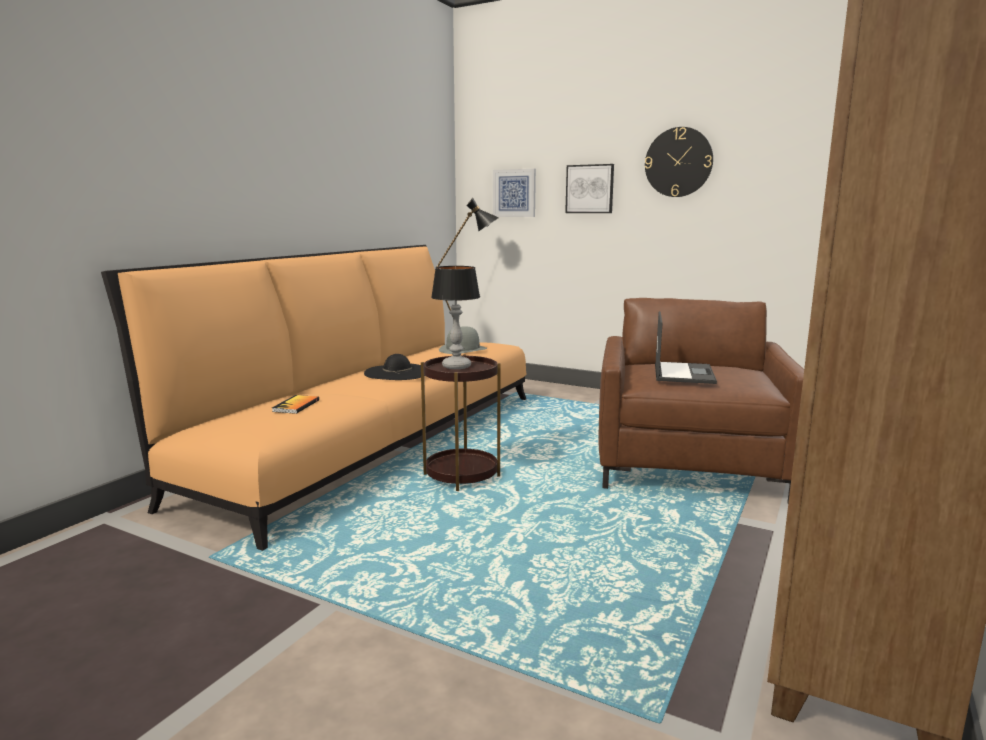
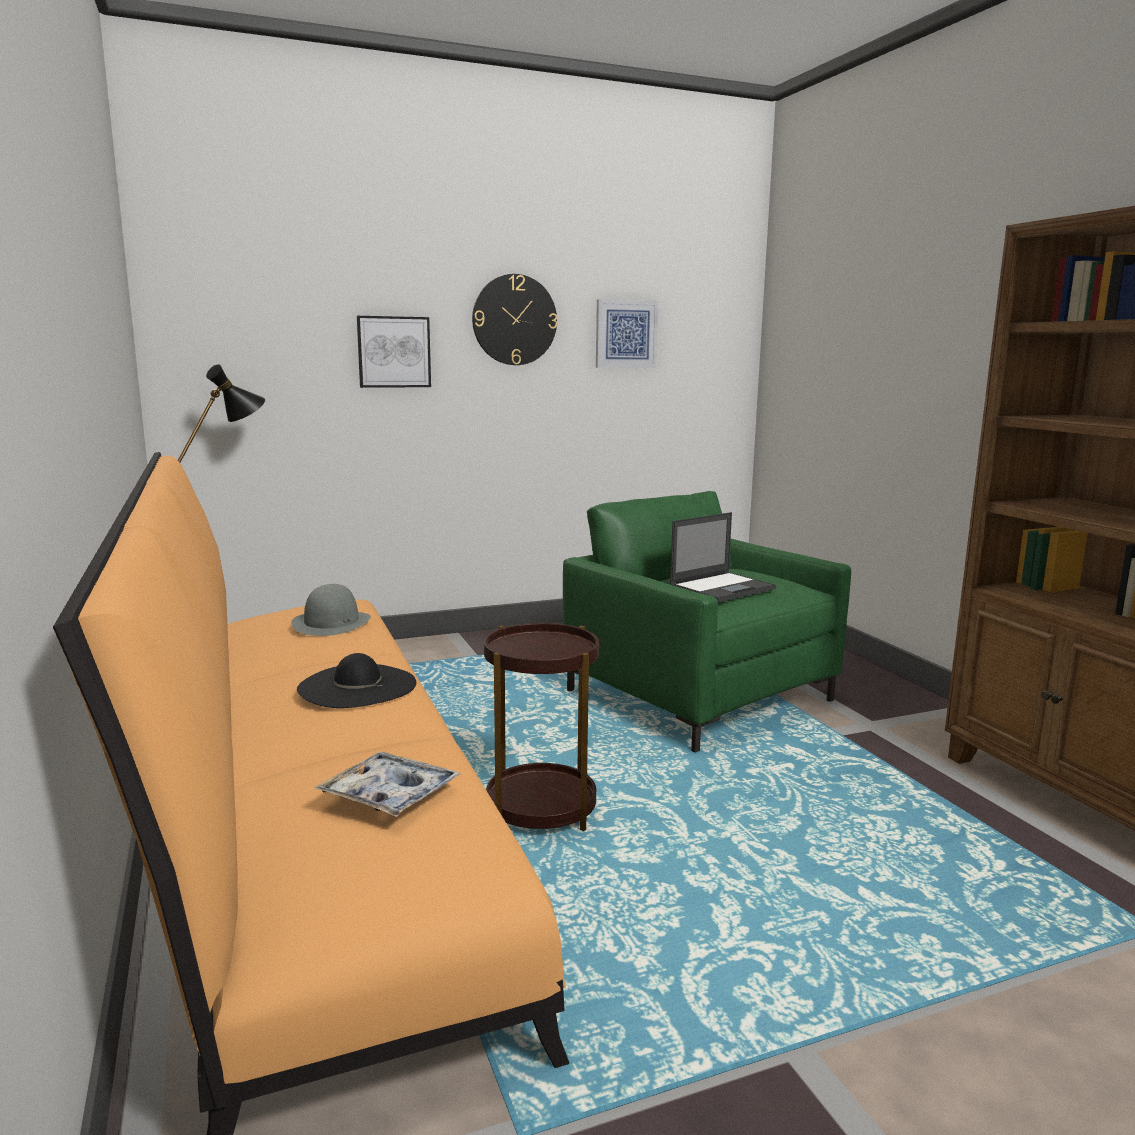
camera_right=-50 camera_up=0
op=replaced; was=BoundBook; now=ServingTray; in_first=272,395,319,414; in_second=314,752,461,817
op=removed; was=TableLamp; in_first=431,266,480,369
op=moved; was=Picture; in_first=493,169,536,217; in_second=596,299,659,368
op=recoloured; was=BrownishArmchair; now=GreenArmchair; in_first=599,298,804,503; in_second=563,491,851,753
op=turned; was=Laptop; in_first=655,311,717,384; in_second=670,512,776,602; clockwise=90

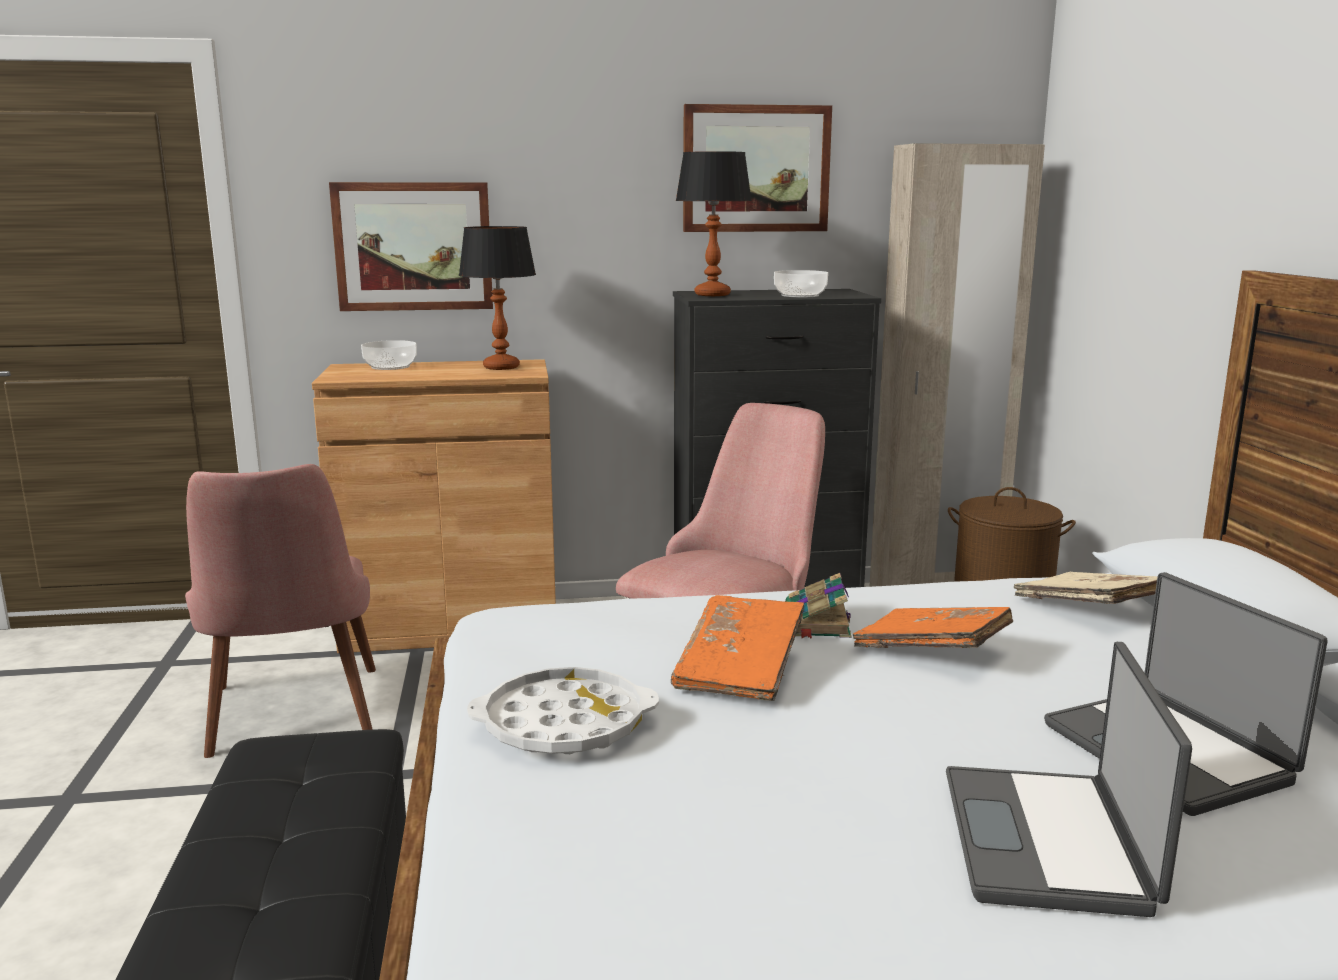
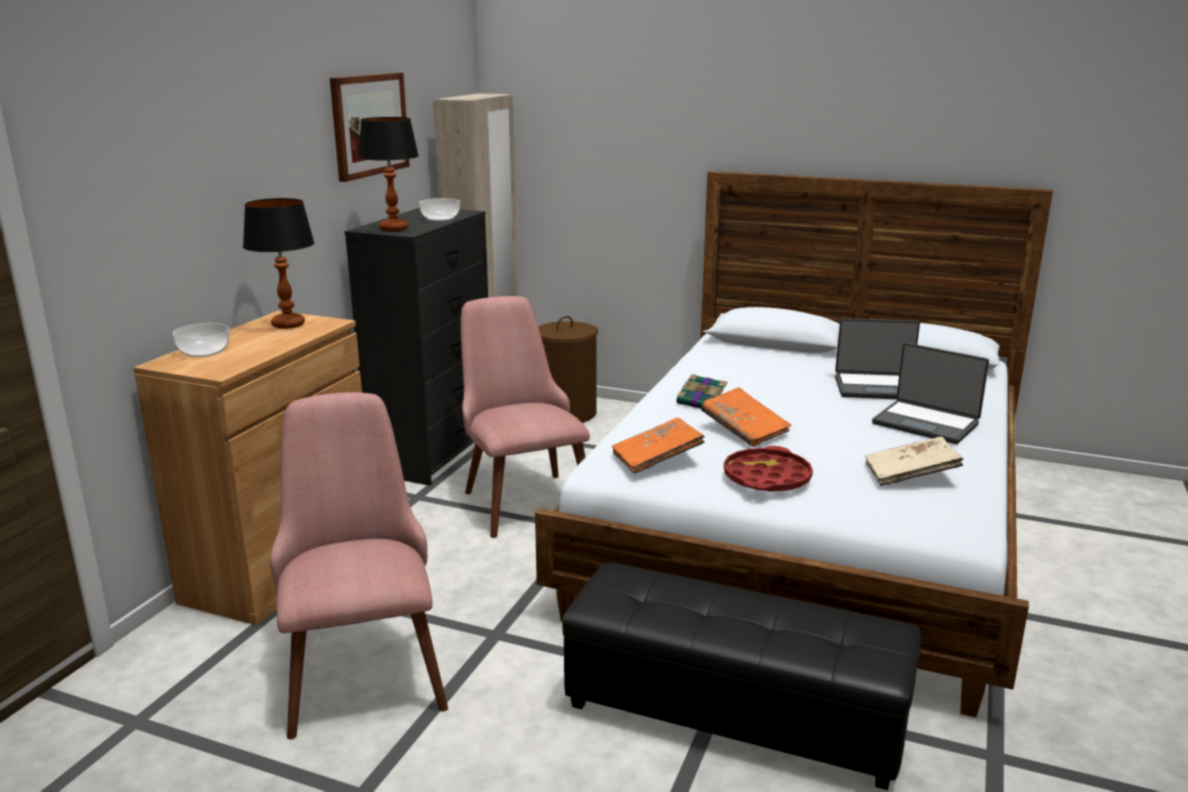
camera_right=-60 camera_up=5
op=turned; was=PinkishPlainChair; in_first=185,464,376,758; in_second=270,392,448,739; clockwise=-120
op=removed; was=Picture; in_first=329,182,493,311
op=recoloured; was=WhiteServingTray; now=RedColouredServingTray; in_first=467,667,659,754; in_second=724,446,813,491
op=moved; was=OrangeyBoundBook; in_first=853,607,1013,648; in_second=612,418,705,474
op=moved; was=BeigeBoundBook; in_first=1014,572,1158,604; in_second=865,437,964,486

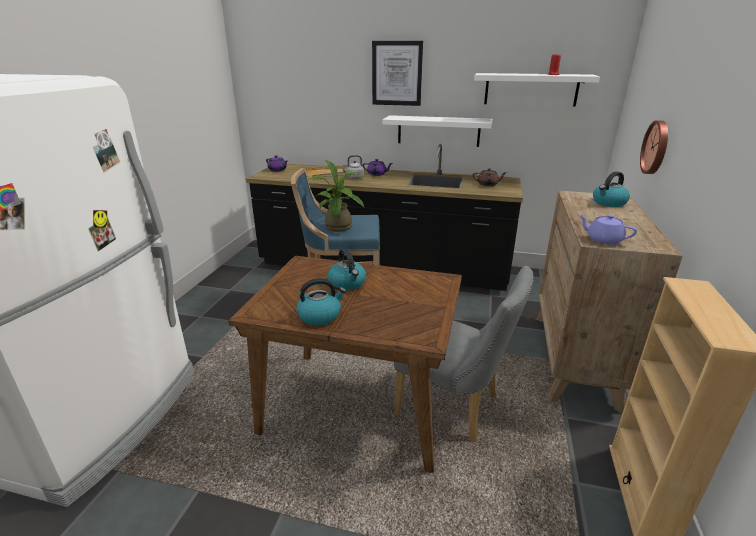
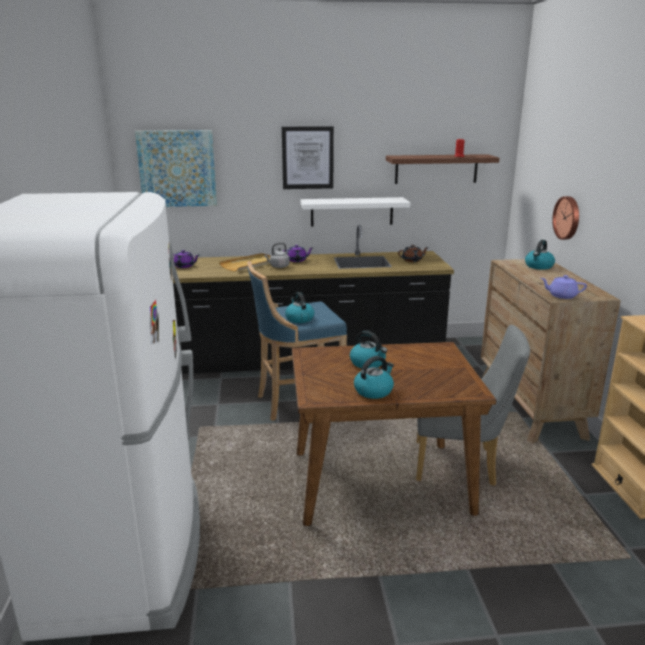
camera_right=-20 camera_up=-5
op=replaced; was=PlantInAPot; now=WaterKettle; in_first=306,160,364,232; in_second=285,292,314,323
op=recoloured; was=WhiteWallShelf; now=BrownishWallShelf; in_first=474,73,600,107; in_second=386,154,499,184
op=added; now=Picture; in_second=135,130,217,207

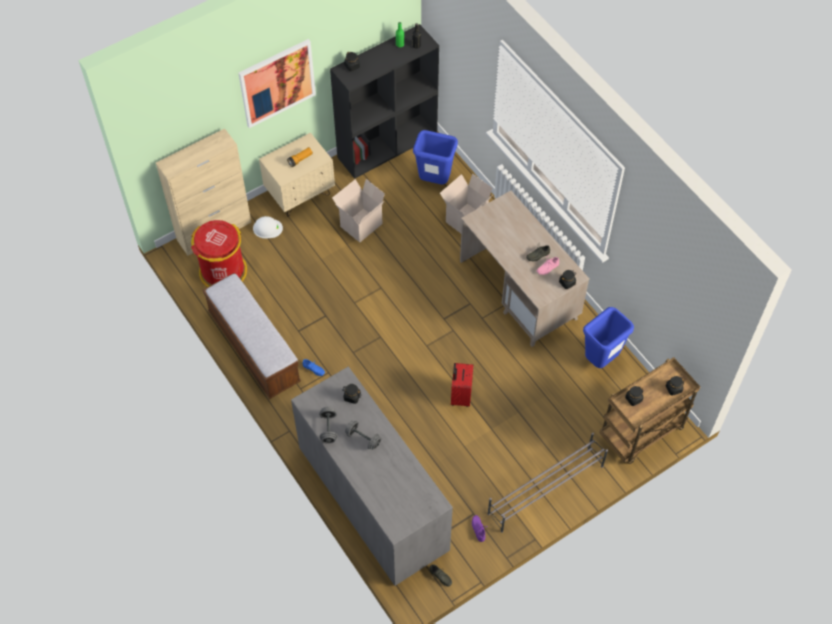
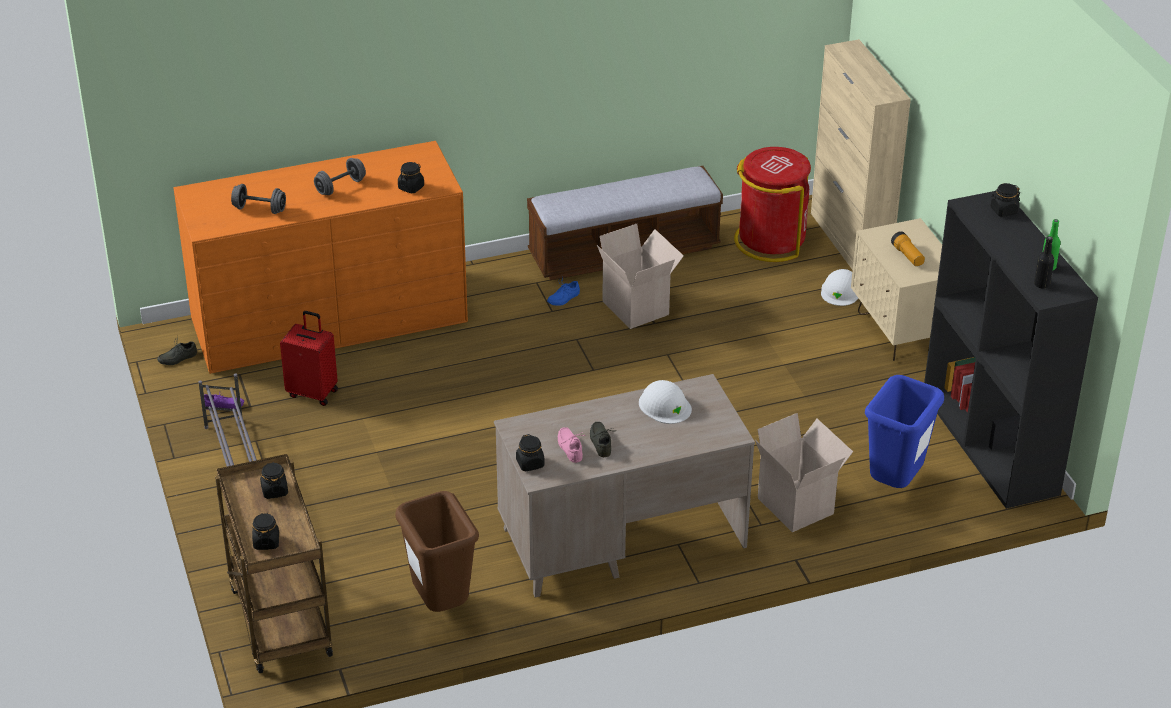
camera_right=105 camera_up=-20
op=removed; was=Picture; in_first=238,39,316,128
op=recoloured; was=GreyishDrawerChest; now=OrangeyDrawerChest; in_first=291,367,453,586; in_second=174,141,468,374
op=moved; was=GreyishFreeWeight; in_first=319,407,337,444; in_second=231,184,286,214
op=moved; was=CardboardBox; in_first=332,179,385,242; in_second=597,224,684,329
op=moved; was=RedColouredSuitcase; in_first=451,363,473,407; in_second=280,311,338,406
op=recoloured; was=BlueWasteBin; now=BrownishWasteBin; in_first=583,307,634,368; in_second=395,491,479,612
op=added; now=WhiteWorkHelmet; in_second=639,380,692,424

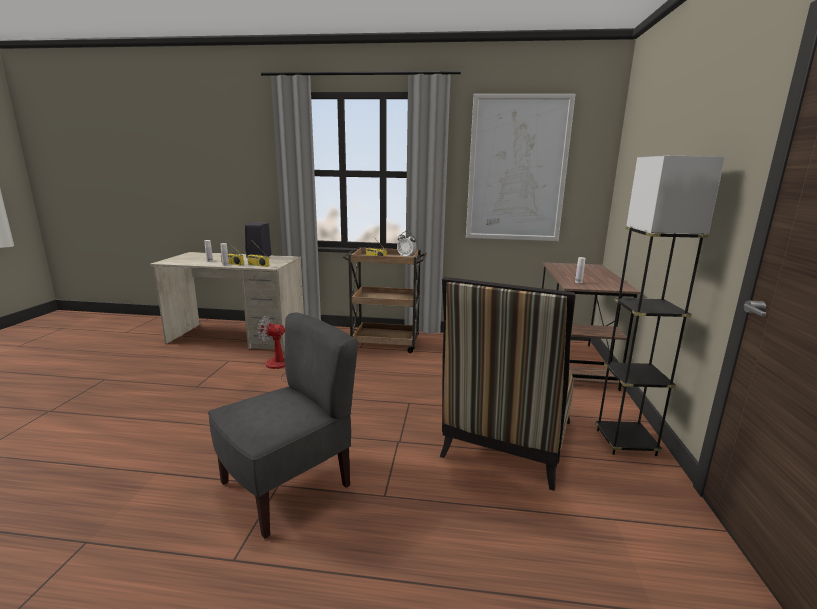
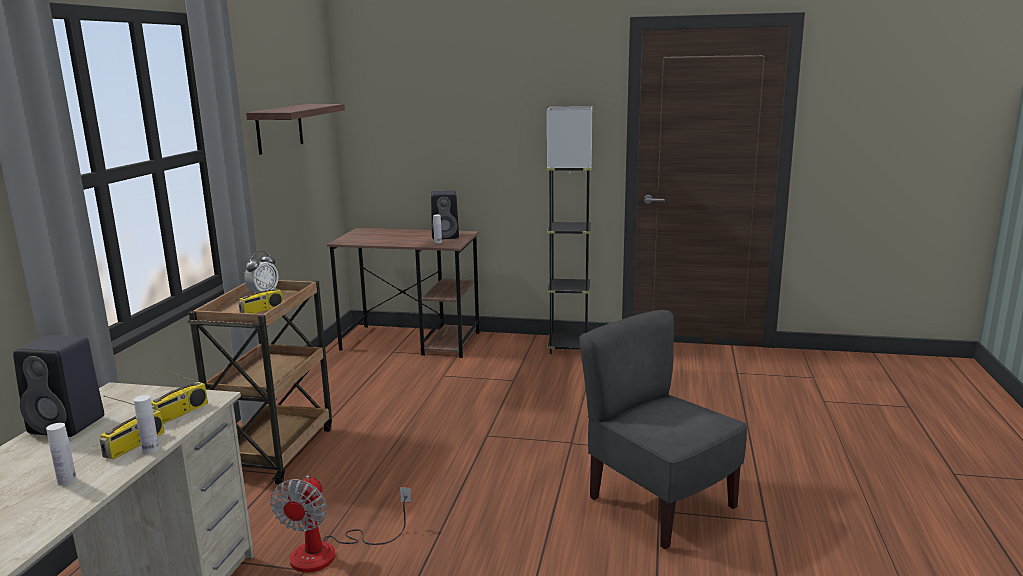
camera_right=-85 camera_up=0
op=removed; was=PlainChair; in_first=440,277,576,491
op=replaced; was=Picture; now=WallShelf; in_first=466,94,575,241; in_second=246,104,345,155
op=added; now=BlackAudioSpeaker; in_second=431,190,459,239

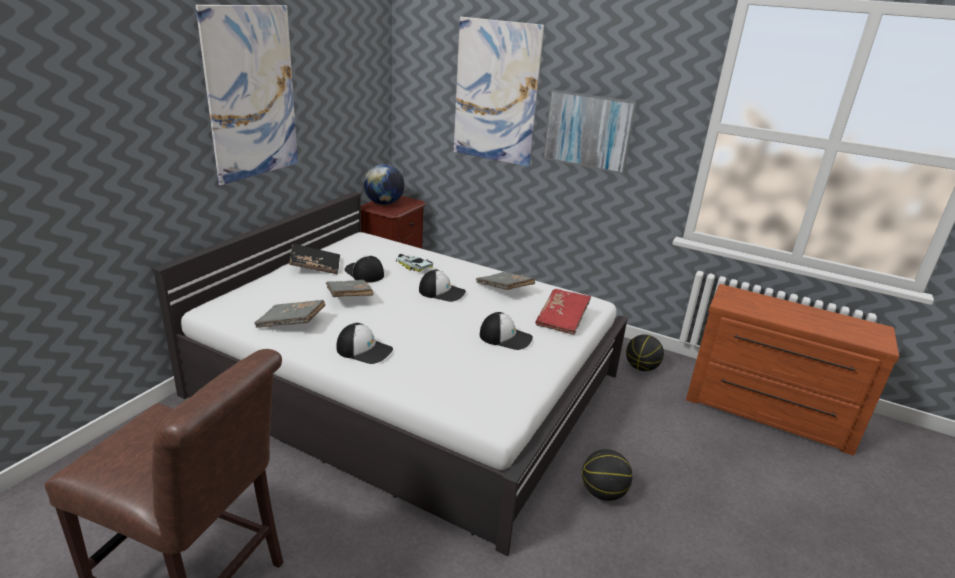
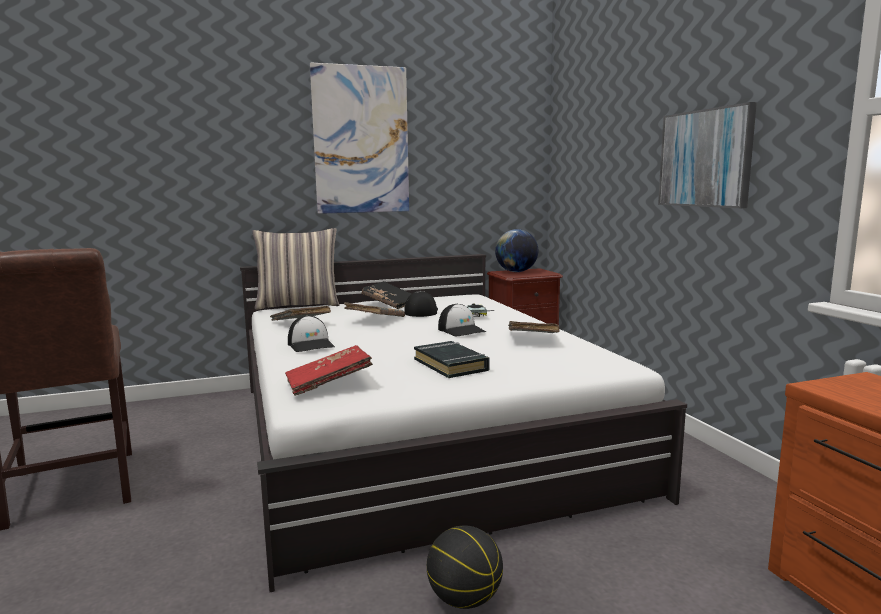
camera_right=45 camera_up=-15
op=removed; was=Picture; in_first=454,17,544,167
op=replaced; was=Cap; now=BlackBoundBook; in_first=480,312,533,350; in_second=414,341,489,378
op=moved; was=RedColouredBoundBook; in_first=535,289,591,335; in_second=285,345,373,396
op=removed; was=BasketballBall; in_first=626,335,664,371
op=added; now=Pillow; in_second=252,228,339,310

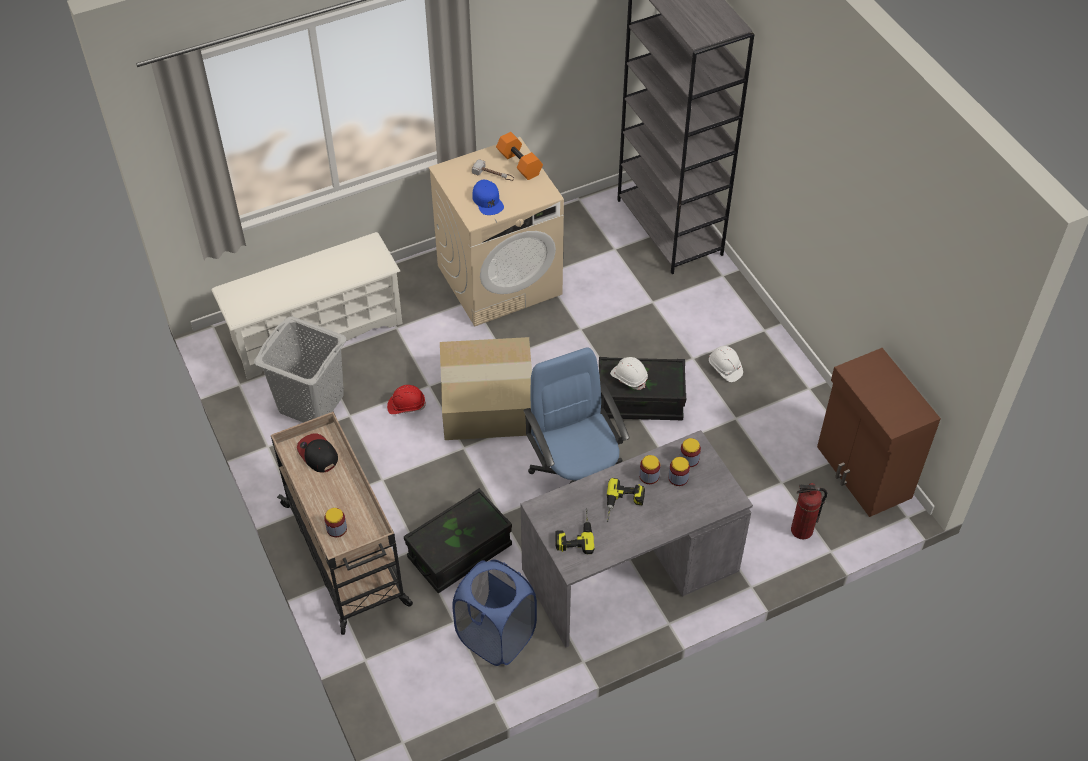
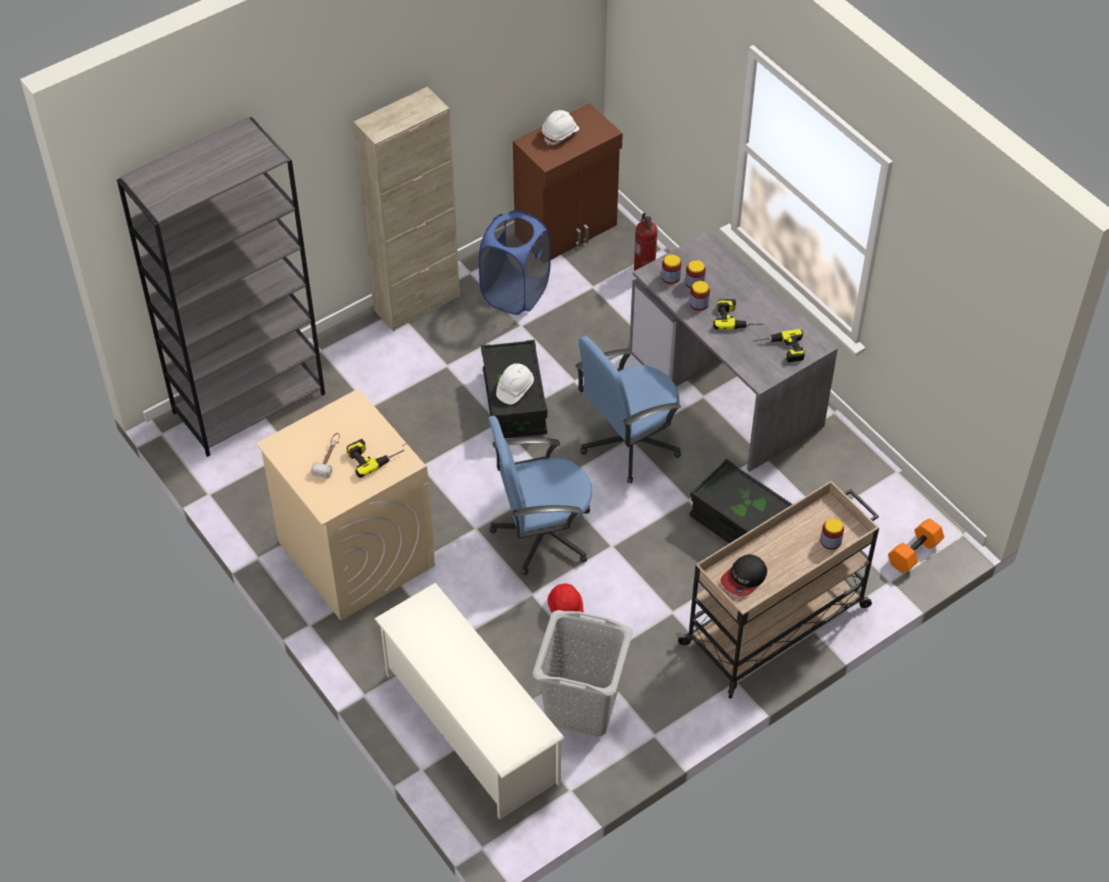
camera_right=-100 camera_up=0
op=replaced; was=CardboardBox; now=BlueDeskChair; in_first=440,337,532,440; in_second=488,416,592,575
op=moved; was=BlueWashingBasket; in_first=453,559,537,666; in_second=479,210,550,315
op=replaced; was=BlueCap; now=PowerDrill; in_first=473,180,504,215; in_second=347,439,404,478
op=moved; was=OrangeyFreeWeight; in_first=496,132,543,180; in_second=888,518,944,573
op=moved; was=WhiteWorkHelmet; in_first=709,346,743,382; in_second=542,110,579,145
op=added; now=BeigeStorageCabinet; in_second=353,87,460,332

